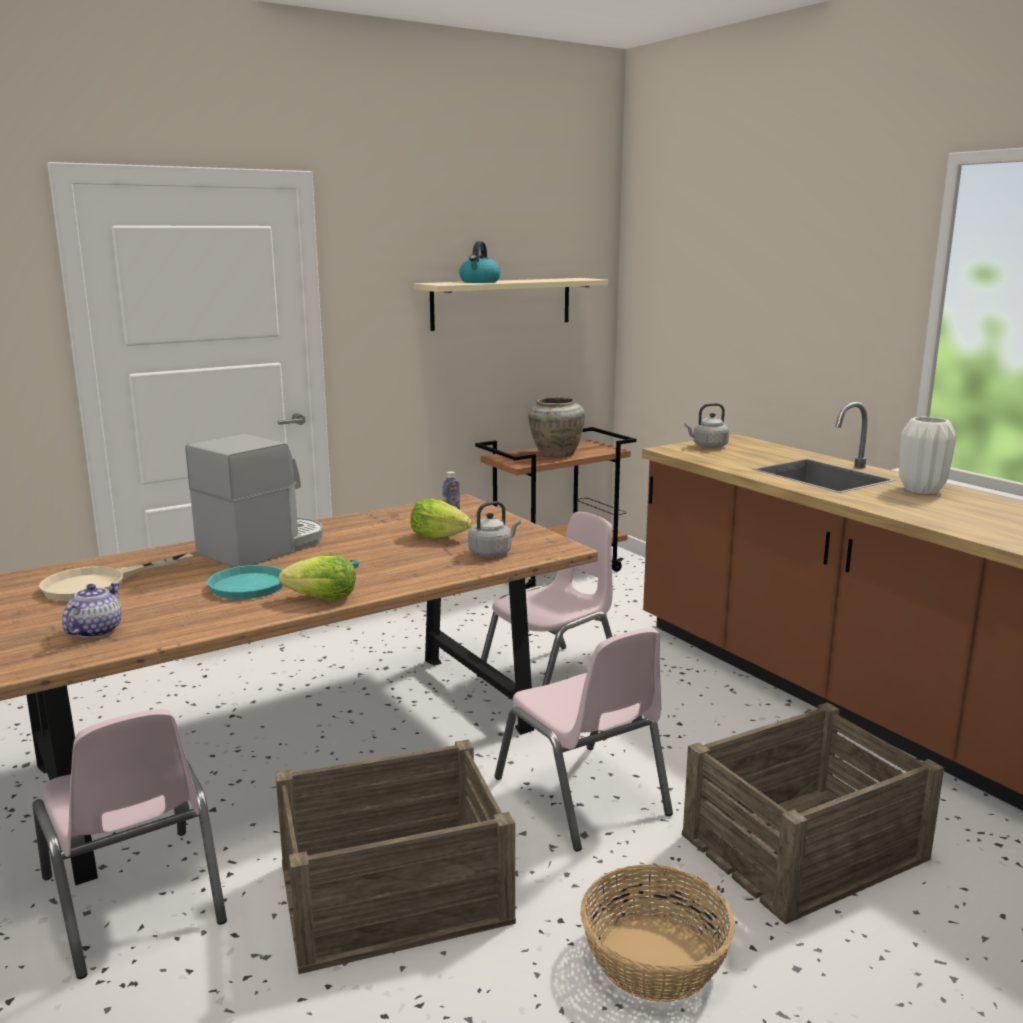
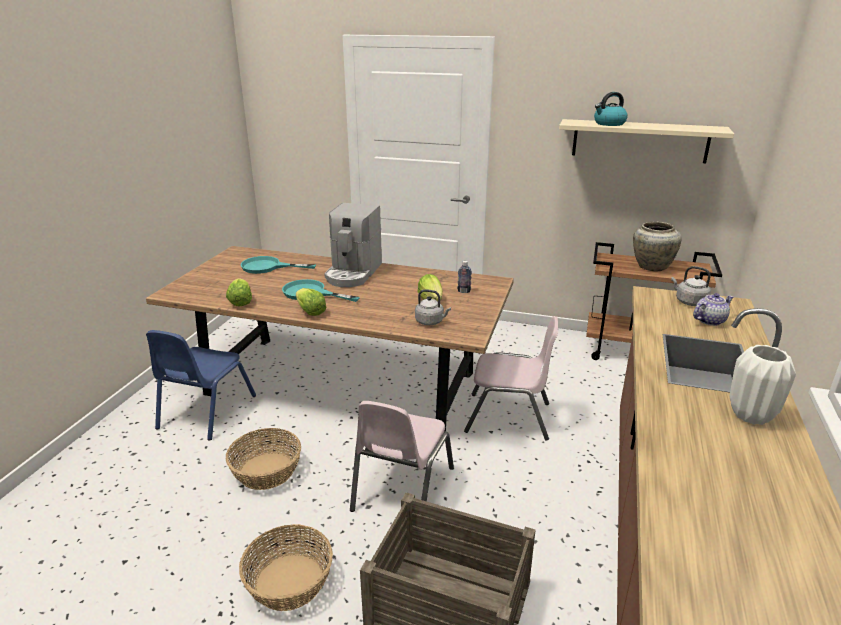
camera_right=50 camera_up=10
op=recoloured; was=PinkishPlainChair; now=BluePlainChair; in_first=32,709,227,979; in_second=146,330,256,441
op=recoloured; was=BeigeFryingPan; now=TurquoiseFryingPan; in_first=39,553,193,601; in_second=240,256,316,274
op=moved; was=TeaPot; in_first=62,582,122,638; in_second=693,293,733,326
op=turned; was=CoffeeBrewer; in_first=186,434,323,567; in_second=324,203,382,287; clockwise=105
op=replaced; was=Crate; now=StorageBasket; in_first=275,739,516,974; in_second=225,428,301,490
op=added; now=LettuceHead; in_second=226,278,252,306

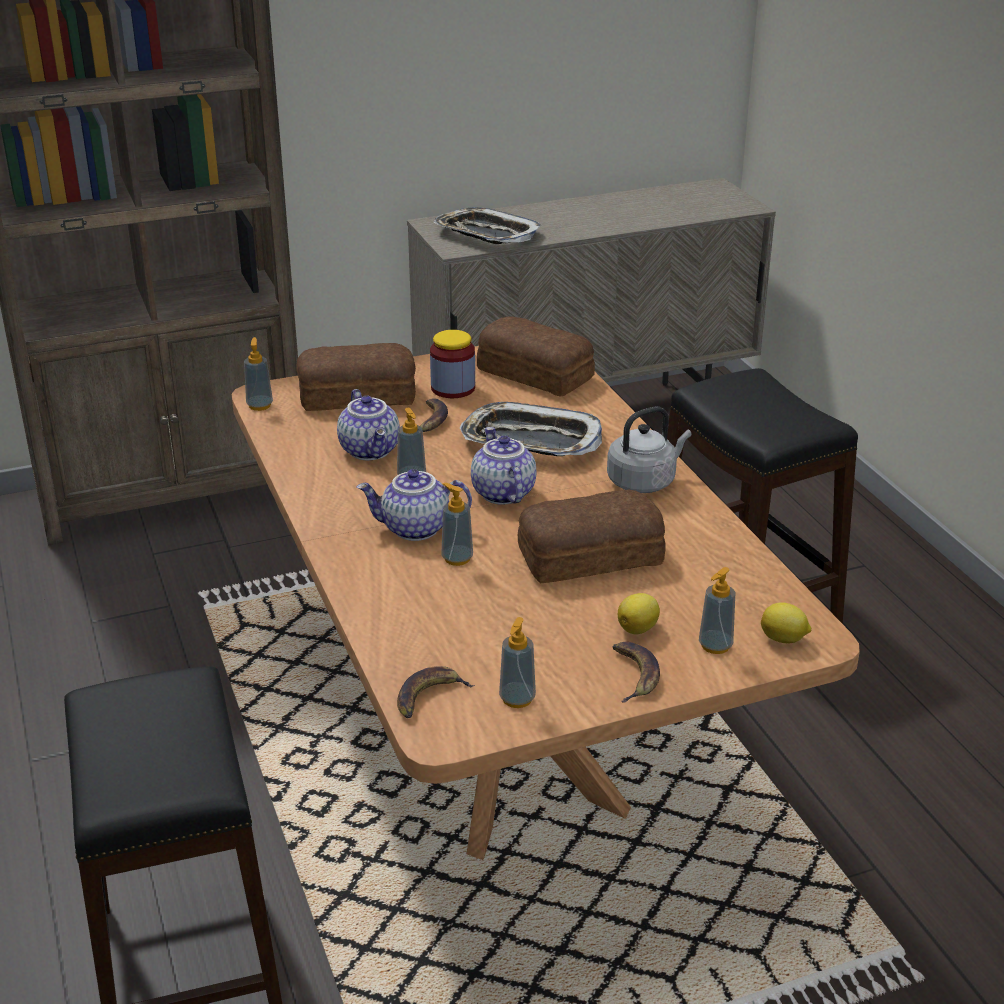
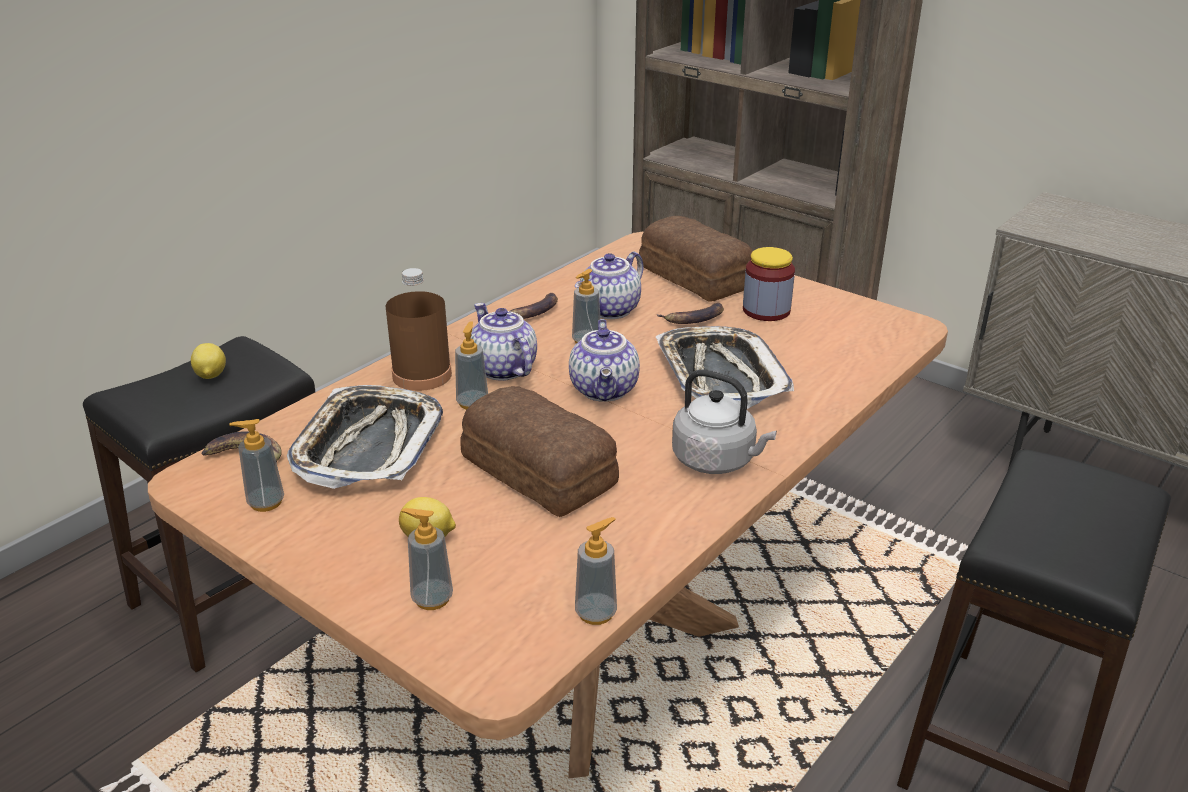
camera_right=60 camera_up=0
op=moved; was=SoapBottle; in_first=244,337,273,411; in_second=575,517,617,625
op=moved; was=ServingTray; in_first=433,207,542,244; in_second=287,385,443,489
op=turned; was=TeaPot; in_first=471,427,536,505; in_second=569,319,640,402; clockwise=135
op=removed; was=BakedBread; in_first=477,316,595,397
op=moved; was=BananaFruit; in_first=613,642,660,703; in_second=510,293,558,319
op=moved; was=WholeLemon; in_first=761,602,811,643; in_second=191,343,226,379
op=added; now=BrownishBeverageBottle; in_second=386,268,452,391

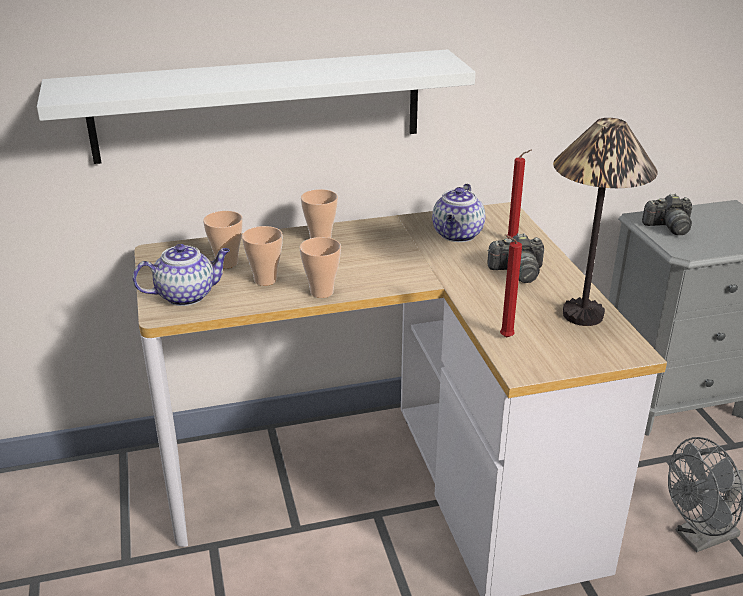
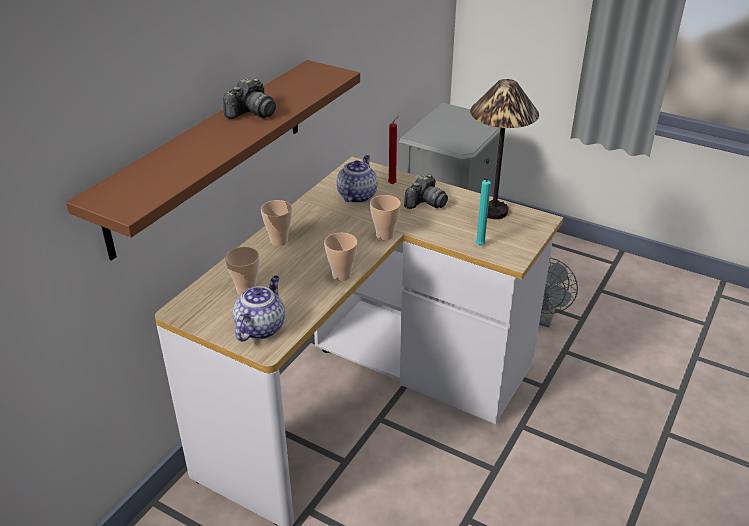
camera_right=-45 camera_up=5
op=recoloured; was=WhiteWallShelf; now=BrownishWallShelf; in_first=37,49,476,164; in_second=66,60,360,261
op=moved; was=Cup; in_first=242,226,283,286; in_second=370,195,401,240
op=turned; was=TeaPot; in_first=432,184,485,242; in_second=337,155,378,203; clockwise=-135
op=recoloured; was=RedColouredWaxCandle; now=TurquoiseWaxCandle; in_first=500,234,522,337; in_second=476,178,491,246
op=moved; was=StillCamera; in_first=642,194,692,235; in_second=223,78,276,119

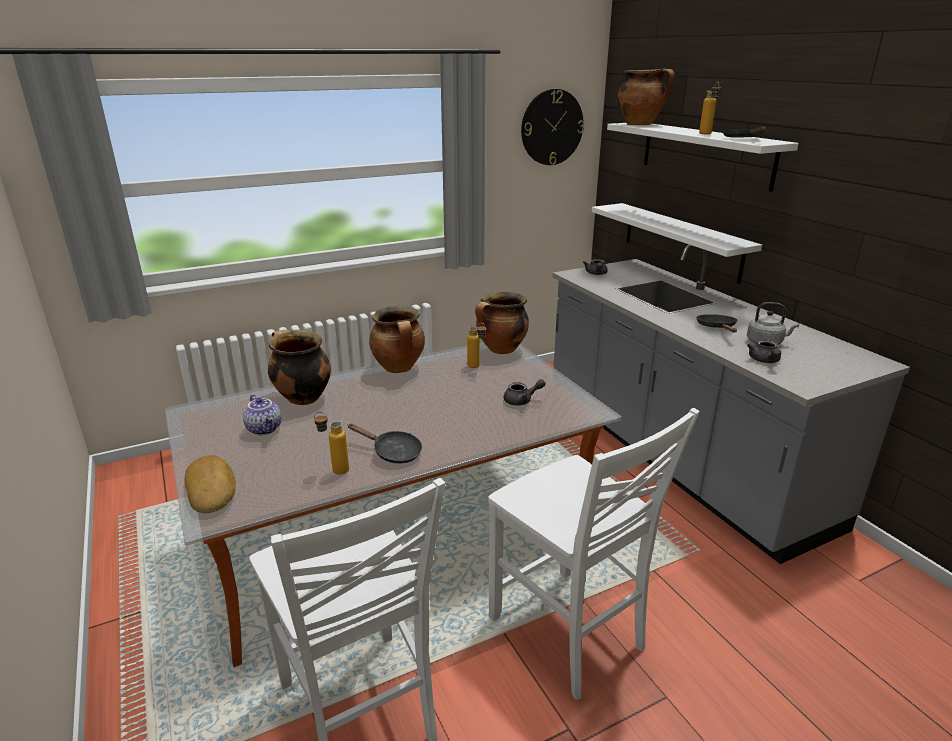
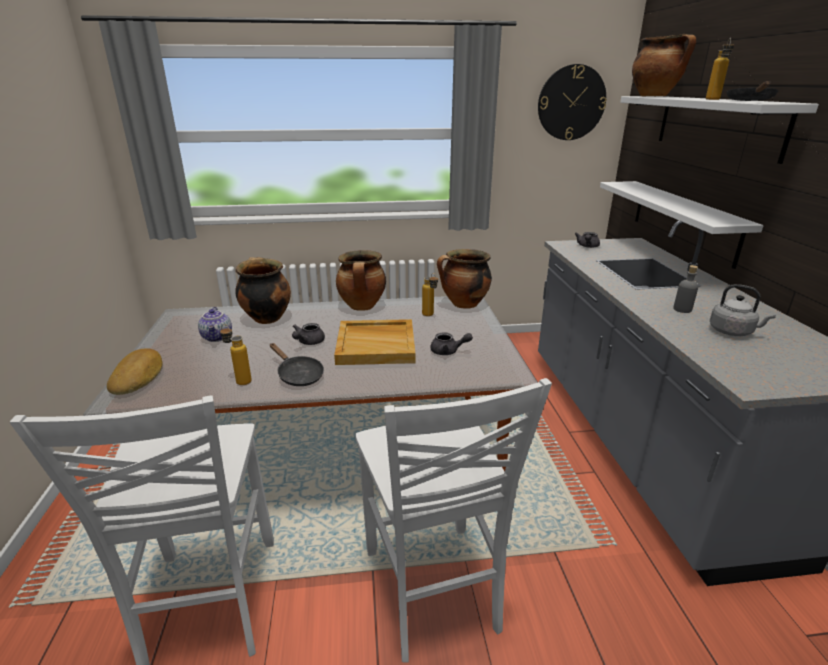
camera_right=20 camera_up=0
op=replaced; was=BlackFryingPan; now=GreyishBeverageBottle; in_first=696,314,737,332; in_second=673,265,698,313
op=moved; was=GreyishTeaPot; in_first=747,340,781,363; in_second=292,323,325,345
op=added; now=BeigeServingTray; in_second=334,319,415,365

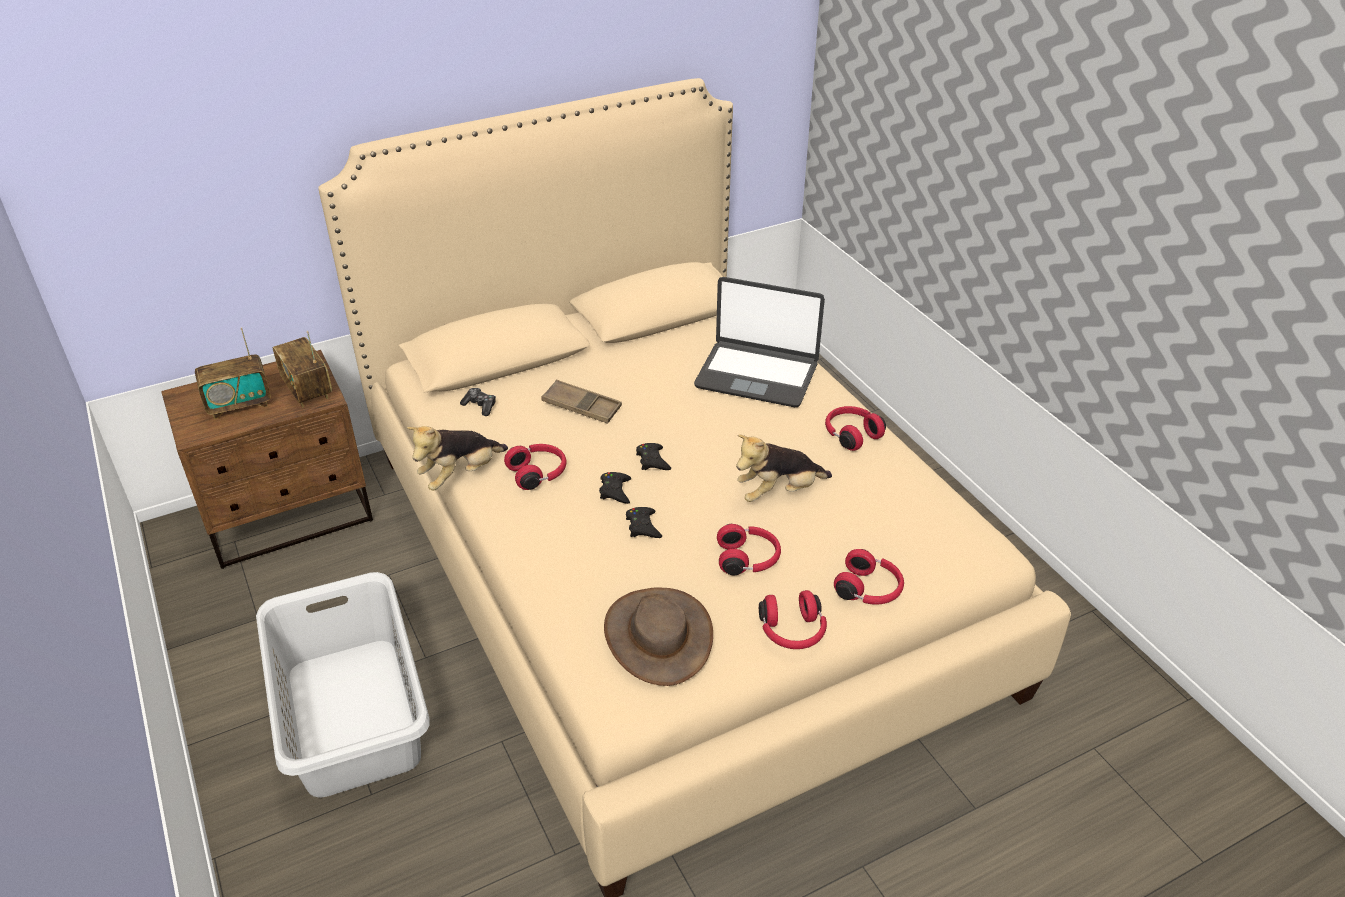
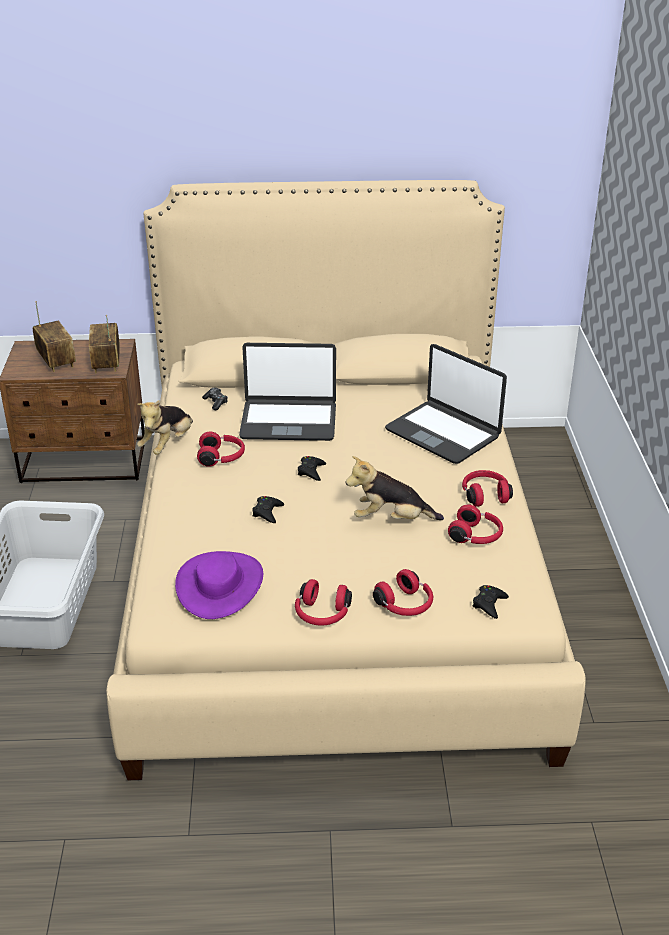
camera_right=25 camera_up=-5
op=turned; was=RadioSet; in_first=195,327,271,419; in_second=33,301,76,372; clockwise=-120
op=turned; was=PlushToy; in_first=407,426,508,491; in_second=137,400,193,455; clockwise=-45
op=replaced; was=BrownishServingTray; now=Laptop; in_first=542,379,622,424; in_second=239,343,336,441
op=moved; was=BlackJoypad; in_first=599,472,631,504; in_second=472,585,509,619
op=recoloured; was=BrownishWearableHat; now=PurplishWearableHat; in_first=604,587,713,686; in_second=175,551,263,619
op=moved; was=RedColouredHeadphones; in_first=717,524,781,576; in_second=448,504,503,544

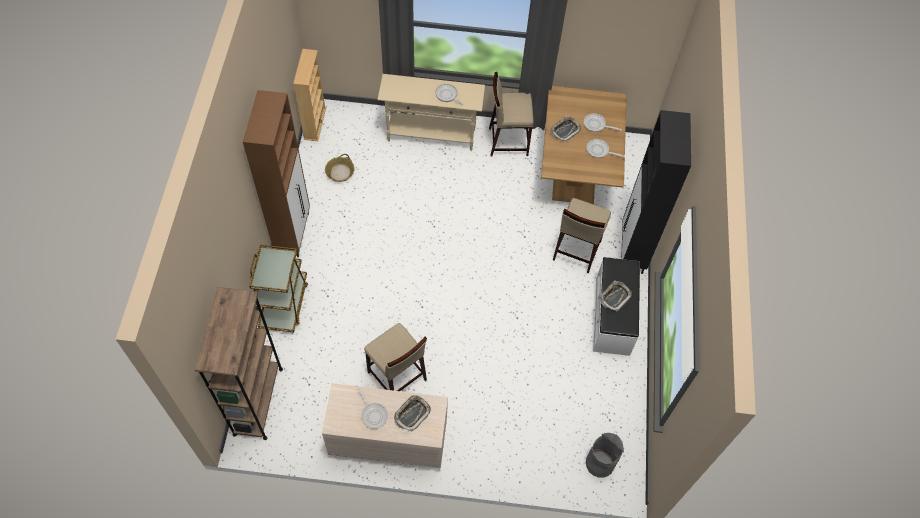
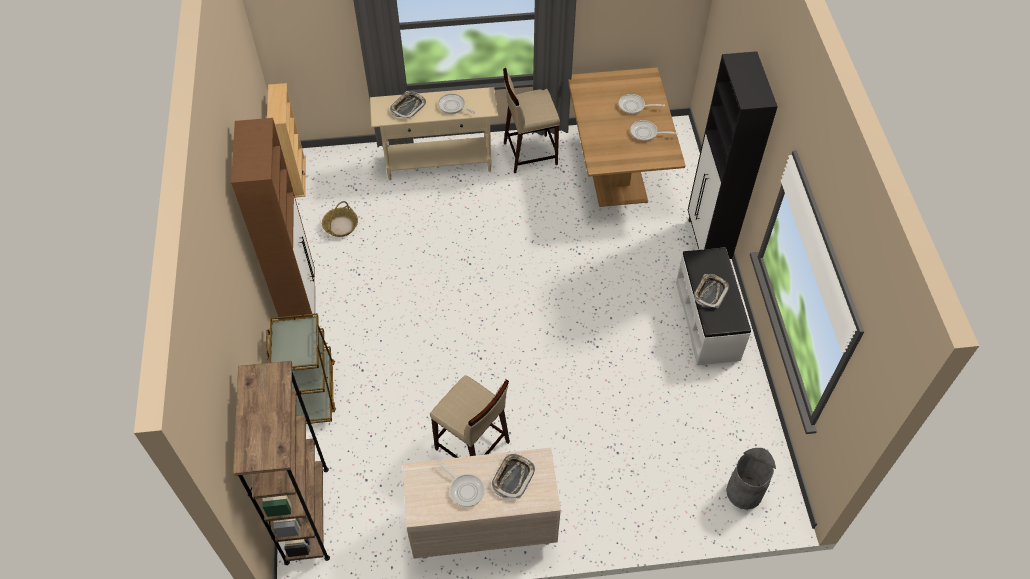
camera_right=-10 camera_up=-5
op=moved; was=ServingTray; in_first=551,116,581,142; in_second=390,91,426,119
op=removed; was=BeigeStool; in_first=553,198,611,273

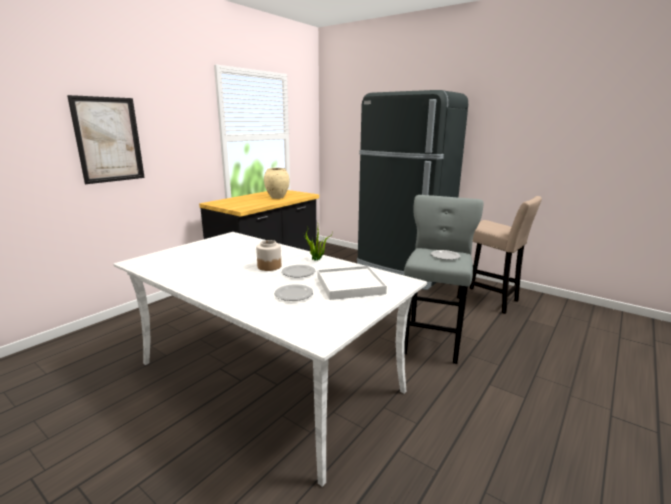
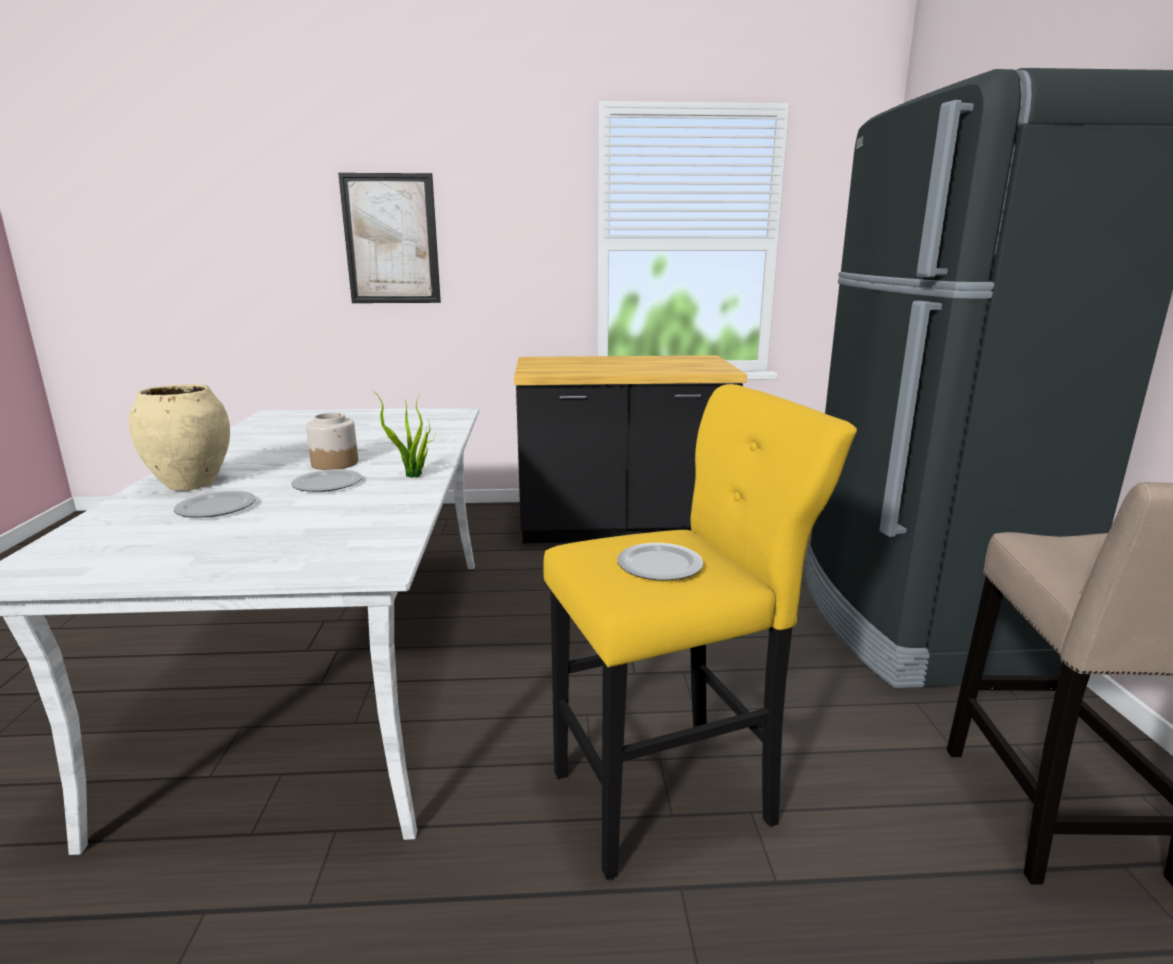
camera_right=50 camera_up=0
op=moved; was=BeigeFlowerVase; in_first=264,168,290,199; in_second=129,384,230,491
op=removed; was=WhiteServingTray; in_first=317,266,387,300
op=recoloured; was=GreyishStool; now=YellowStool; in_first=404,195,484,364; in_second=543,384,857,880

